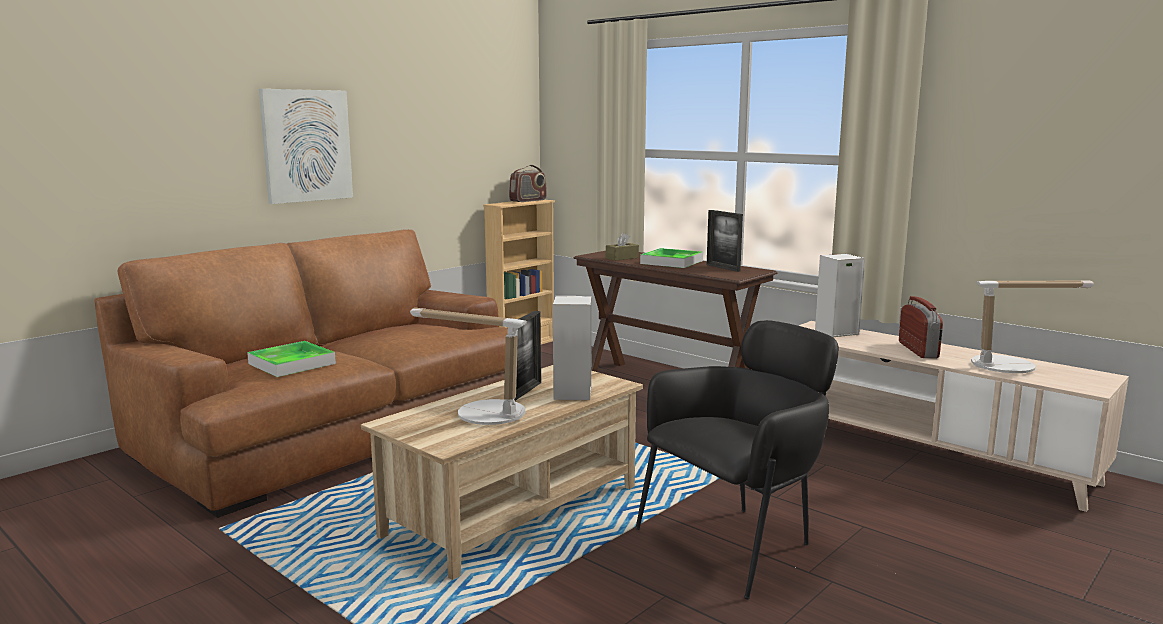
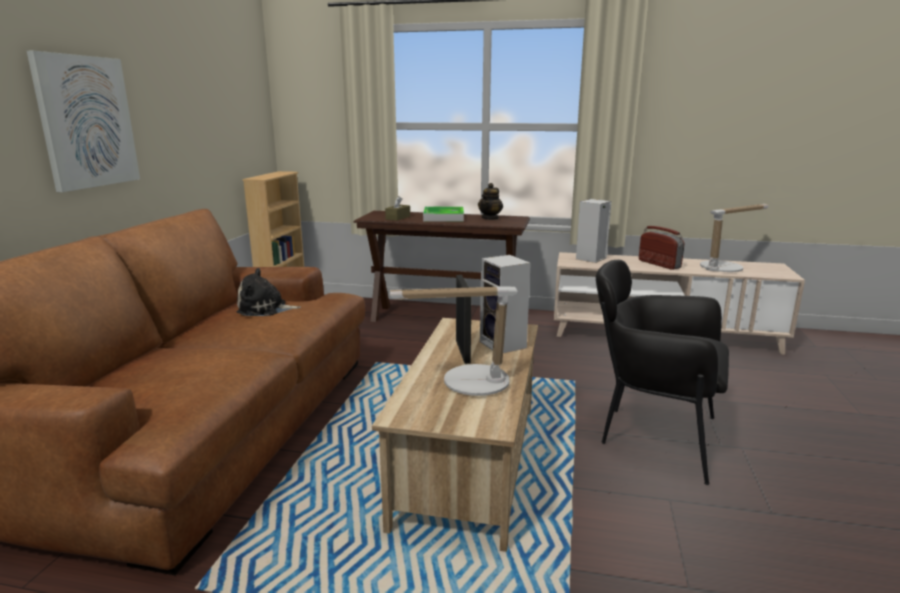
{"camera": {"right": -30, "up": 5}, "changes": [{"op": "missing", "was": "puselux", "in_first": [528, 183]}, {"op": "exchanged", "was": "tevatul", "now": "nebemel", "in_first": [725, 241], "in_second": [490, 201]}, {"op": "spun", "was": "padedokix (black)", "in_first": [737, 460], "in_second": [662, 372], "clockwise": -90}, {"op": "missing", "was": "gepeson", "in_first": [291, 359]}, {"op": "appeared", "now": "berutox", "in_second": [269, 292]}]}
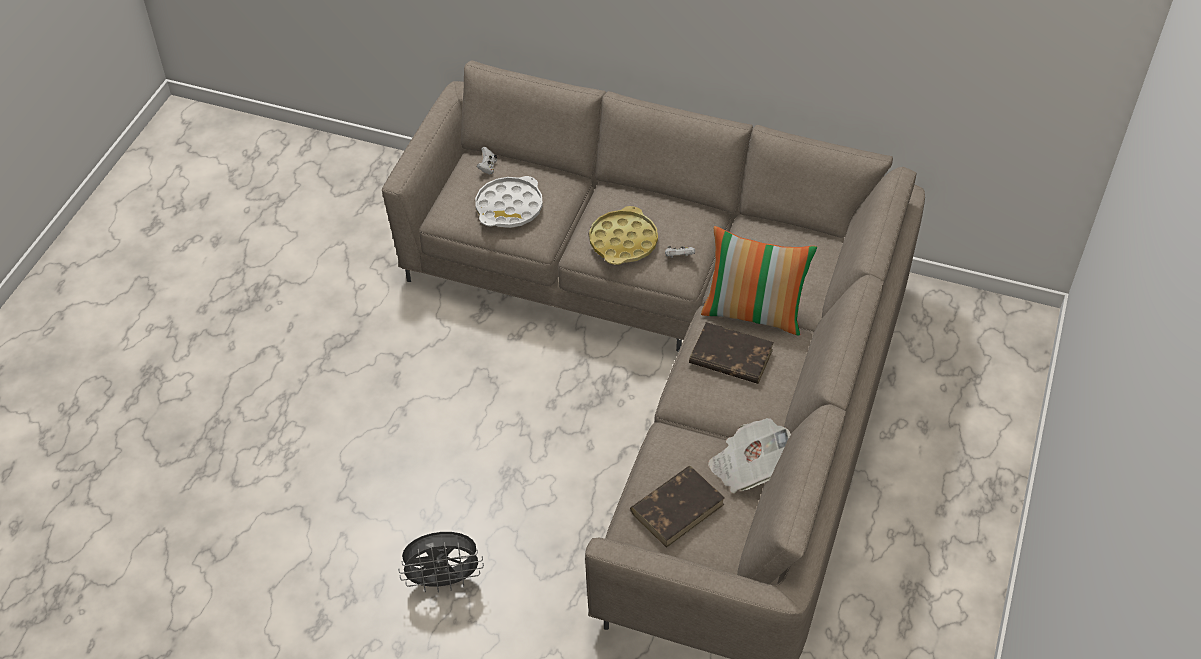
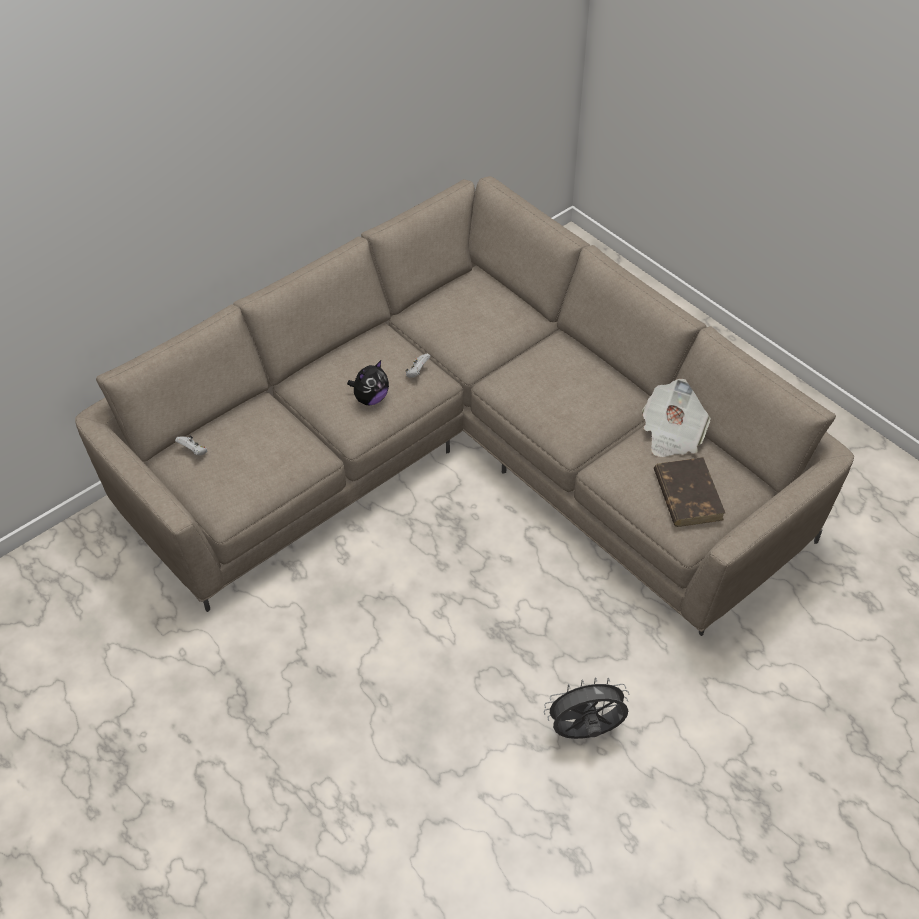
{"camera": {"right": -60, "up": 0}, "changes": [{"op": "missing", "was": "gepeson (white)", "in_first": [509, 202]}, {"op": "exchanged", "was": "gepeson (yellow)", "now": "berutox", "in_first": [623, 235], "in_second": [368, 382]}, {"op": "missing", "was": "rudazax", "in_first": [759, 281]}, {"op": "missing", "was": "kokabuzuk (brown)", "in_first": [731, 353]}, {"op": "spun", "was": "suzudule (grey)", "in_first": [441, 562], "in_second": [587, 708], "clockwise": -120}]}
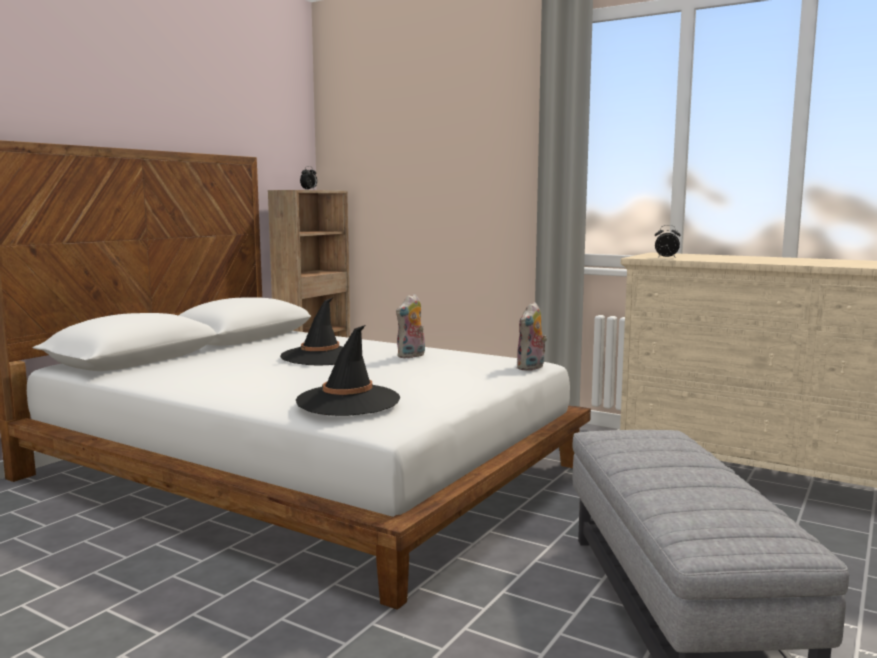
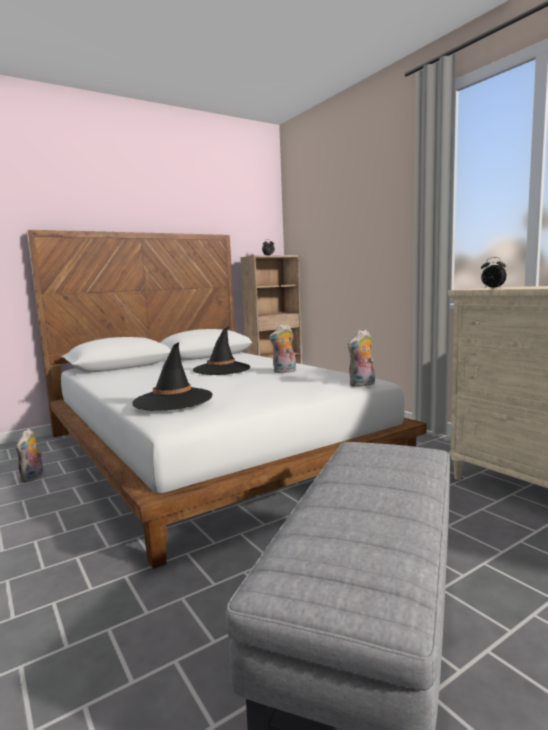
{"camera": {"right": 25, "up": 0}, "changes": [{"op": "appeared", "now": "berutox", "in_second": [29, 455]}]}
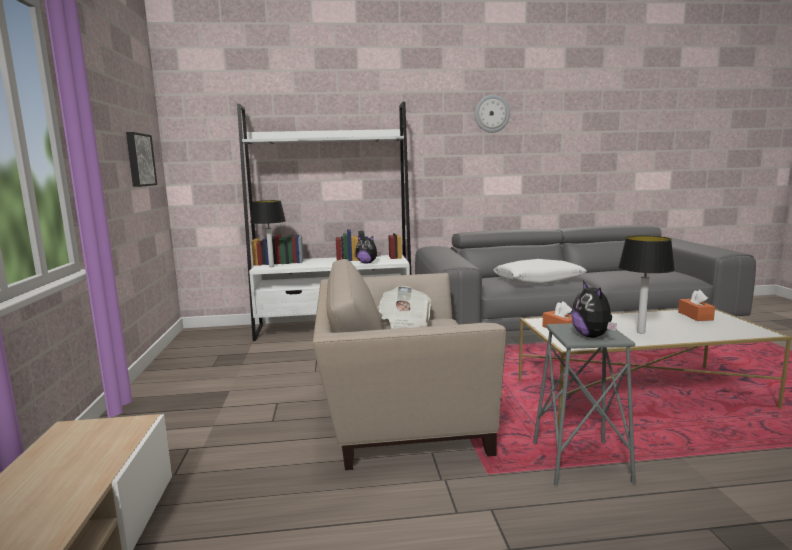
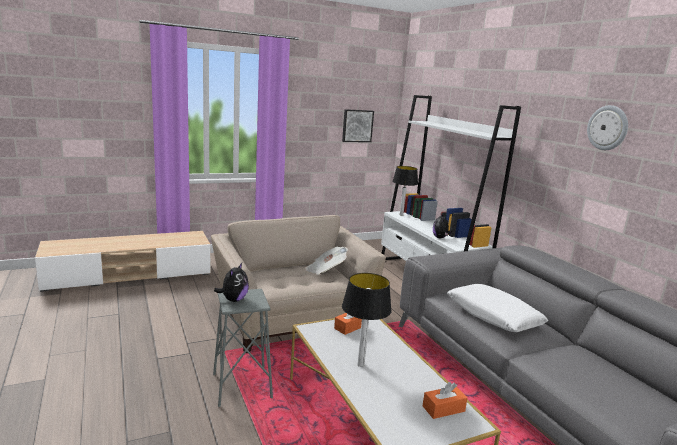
{"camera": {"right": 70, "up": 5}, "changes": [{"op": "spun", "was": "berutox", "in_first": [594, 309], "in_second": [231, 282], "clockwise": 135}]}
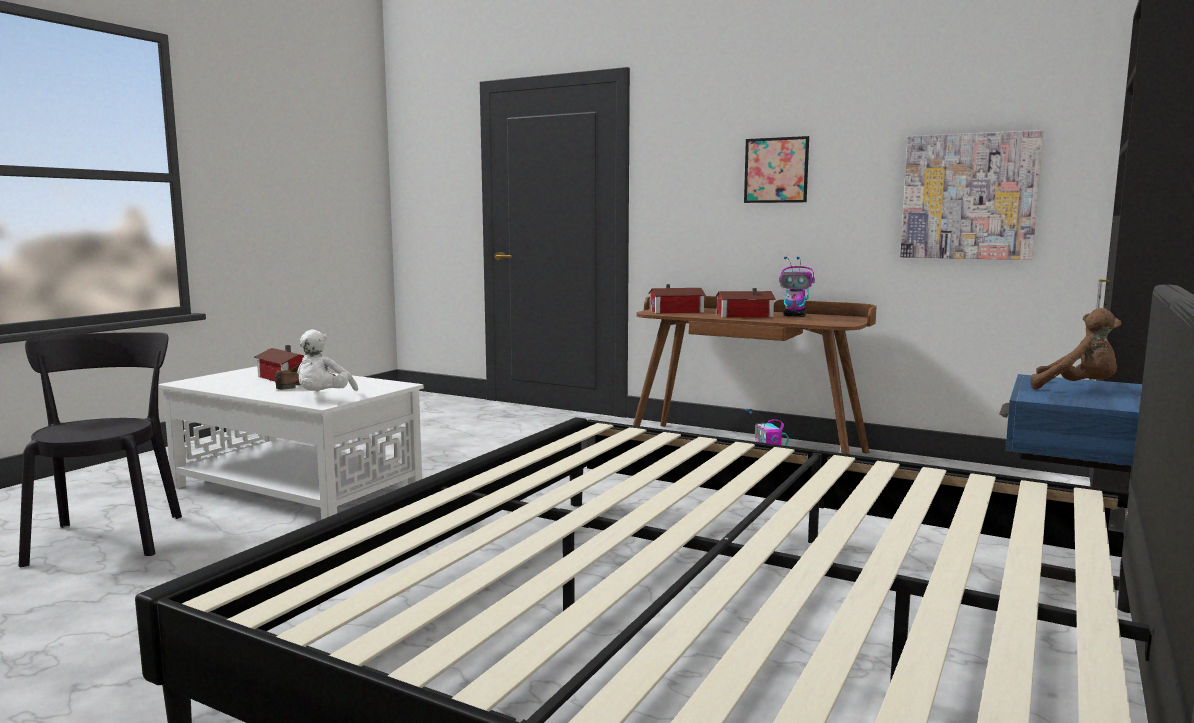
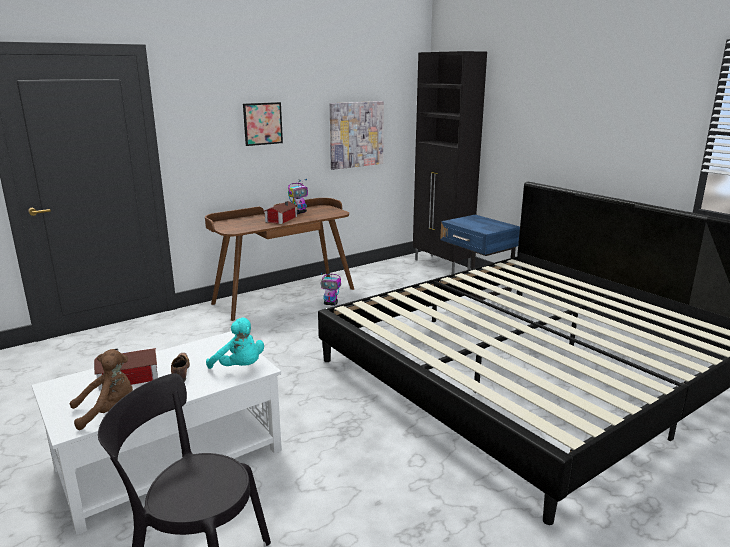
{"camera": {"right": -65, "up": 10}, "changes": [{"op": "missing", "was": "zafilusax", "in_first": [677, 299]}, {"op": "relocated", "was": "berutox (brown)", "in_first": [1076, 348], "in_second": [101, 389]}, {"op": "colour", "was": "berutox (white)", "now": "berutox (turquoise)", "in_first": [327, 361], "in_second": [235, 343]}]}
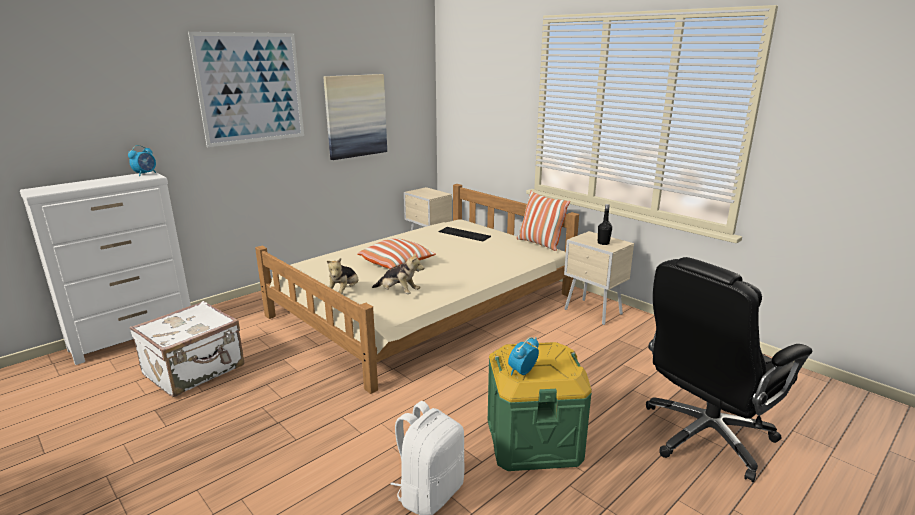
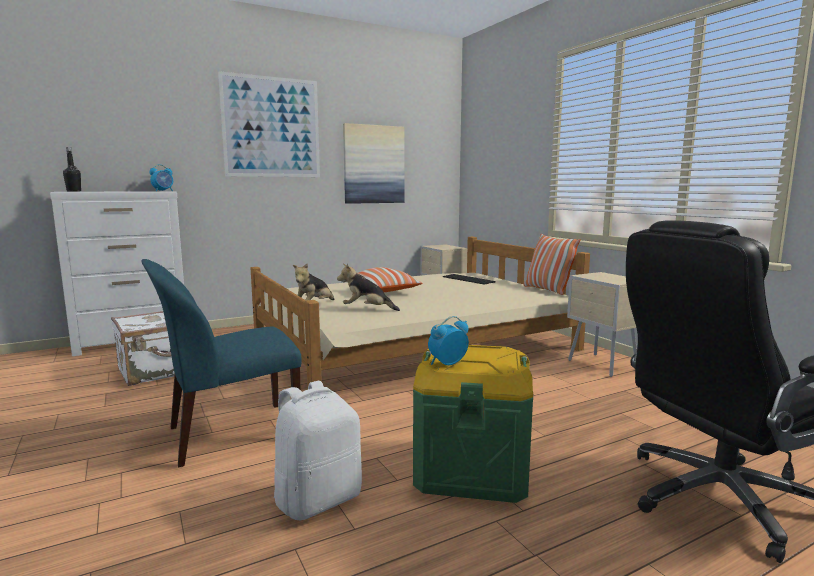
{"camera": {"right": 15, "up": -10}, "changes": [{"op": "relocated", "was": "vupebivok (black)", "in_first": [604, 224], "in_second": [72, 169]}, {"op": "spun", "was": "berutox", "in_first": [398, 273], "in_second": [368, 287], "clockwise": 150}, {"op": "appeared", "now": "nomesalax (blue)", "in_second": [221, 363]}]}
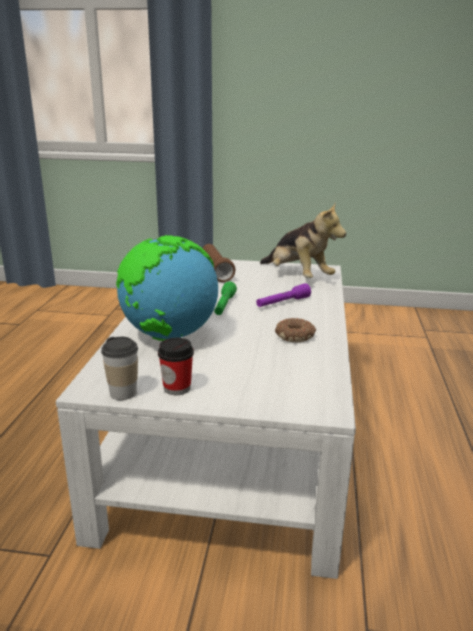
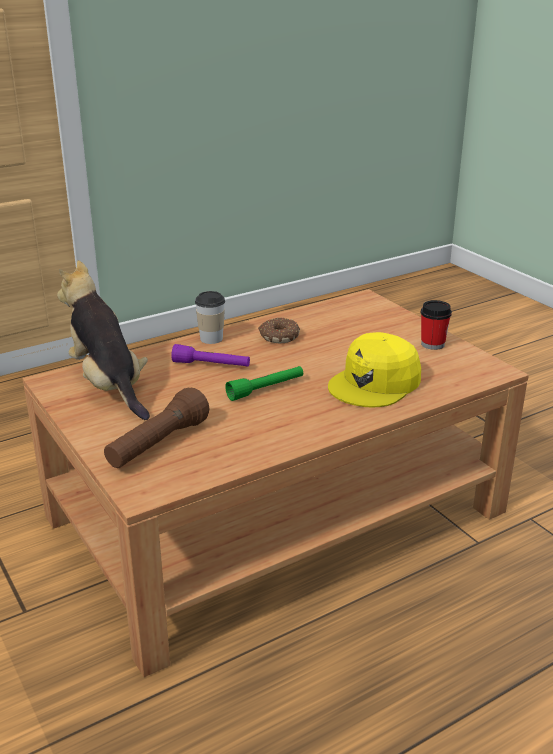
{"camera": {"right": -130, "up": 5}, "changes": [{"op": "spun", "was": "berutox", "in_first": [303, 240], "in_second": [103, 340], "clockwise": -45}, {"op": "exchanged", "was": "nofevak", "now": "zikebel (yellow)", "in_first": [167, 288], "in_second": [374, 370]}, {"op": "colour", "was": "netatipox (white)", "now": "netatipox (brown)", "in_first": [206, 419], "in_second": [275, 483]}, {"op": "relocated", "was": "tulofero", "in_first": [119, 368], "in_second": [210, 317]}]}
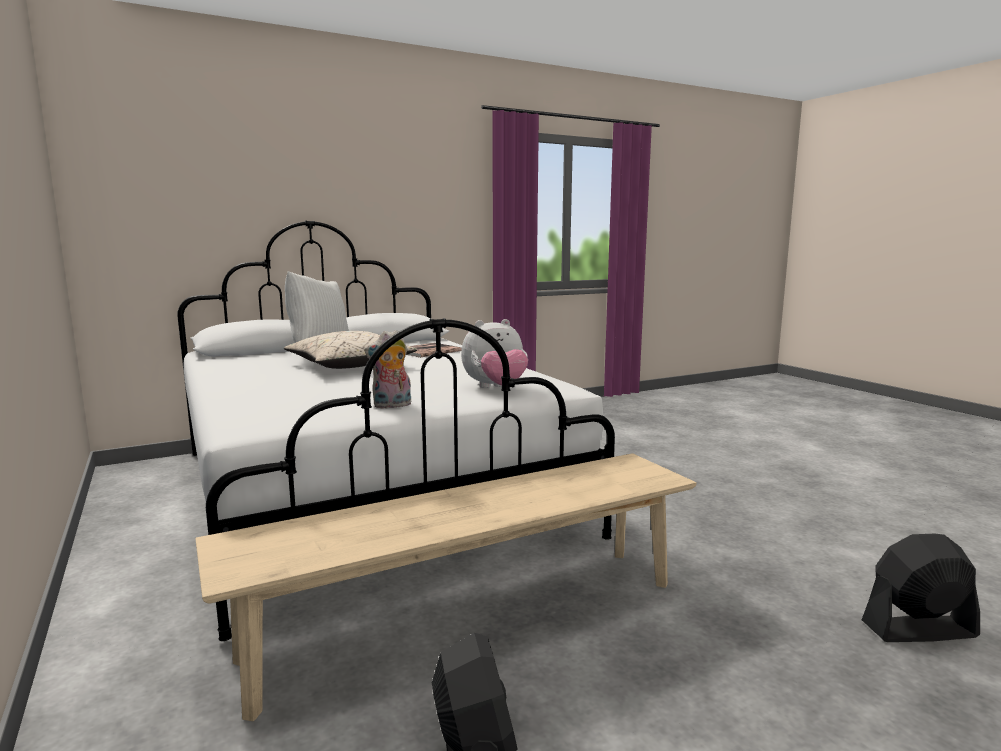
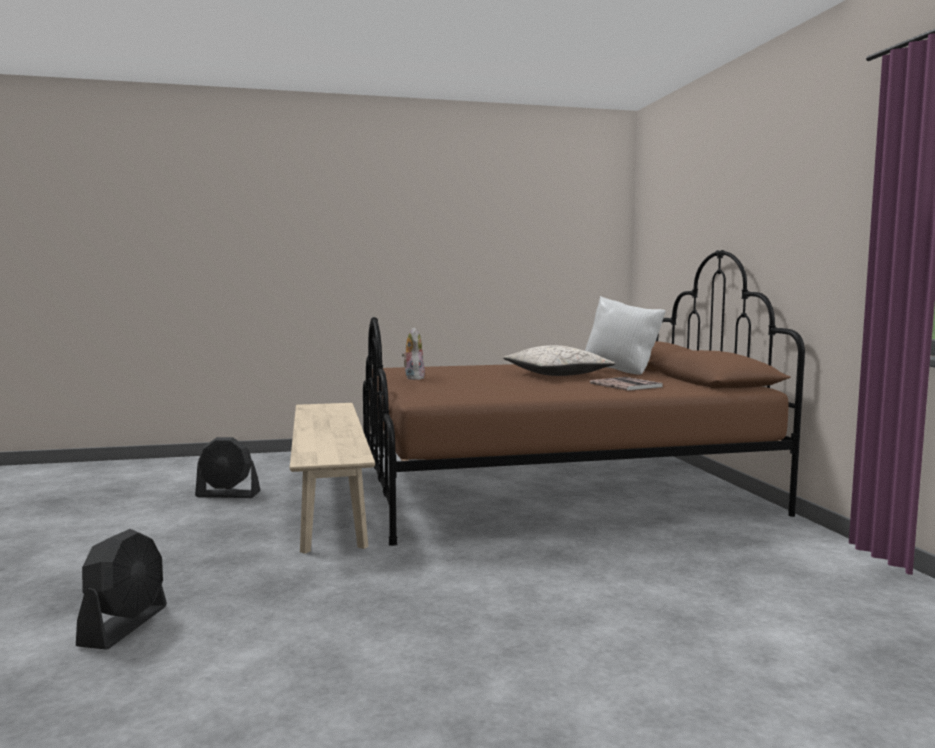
{"camera": {"right": 105, "up": -5}, "changes": [{"op": "colour", "was": "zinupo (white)", "now": "zinupo (brown)", "in_first": [396, 430], "in_second": [584, 398]}, {"op": "missing", "was": "berutox", "in_first": [494, 353]}]}
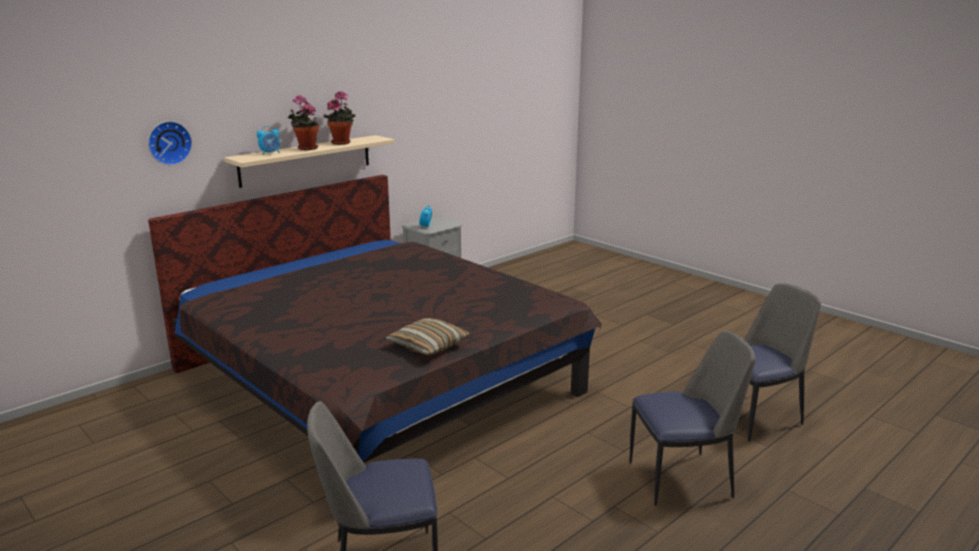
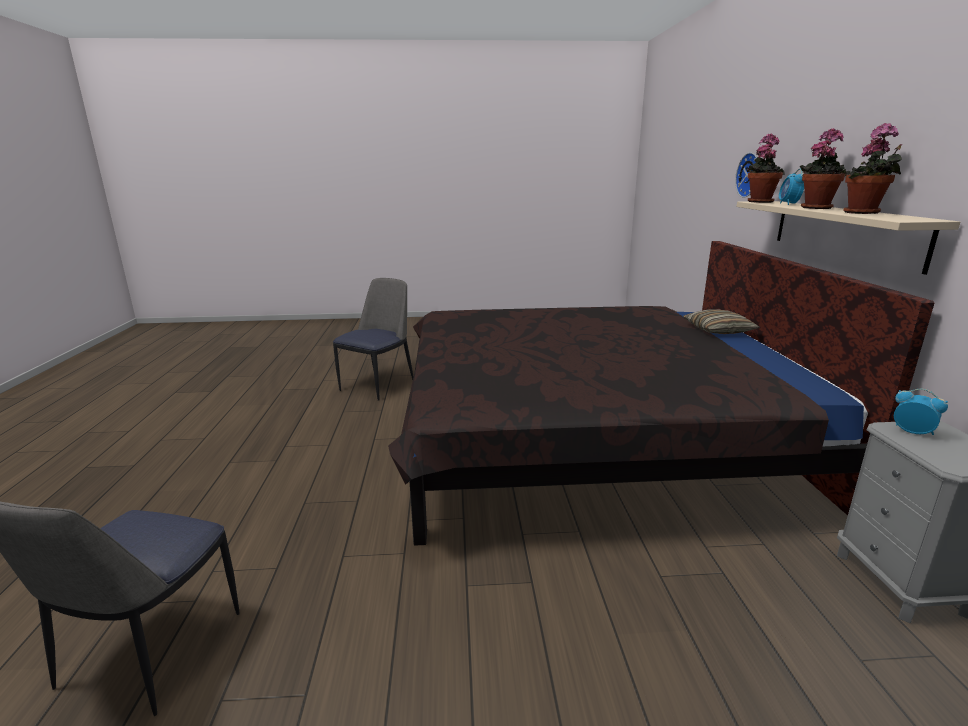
{"camera": {"right": 130, "up": 0}, "changes": [{"op": "relocated", "was": "rudazax", "in_first": [428, 337], "in_second": [721, 321]}, {"op": "missing", "was": "nomesalax", "in_first": [692, 418]}, {"op": "appeared", "now": "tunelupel", "in_second": [766, 168]}]}
